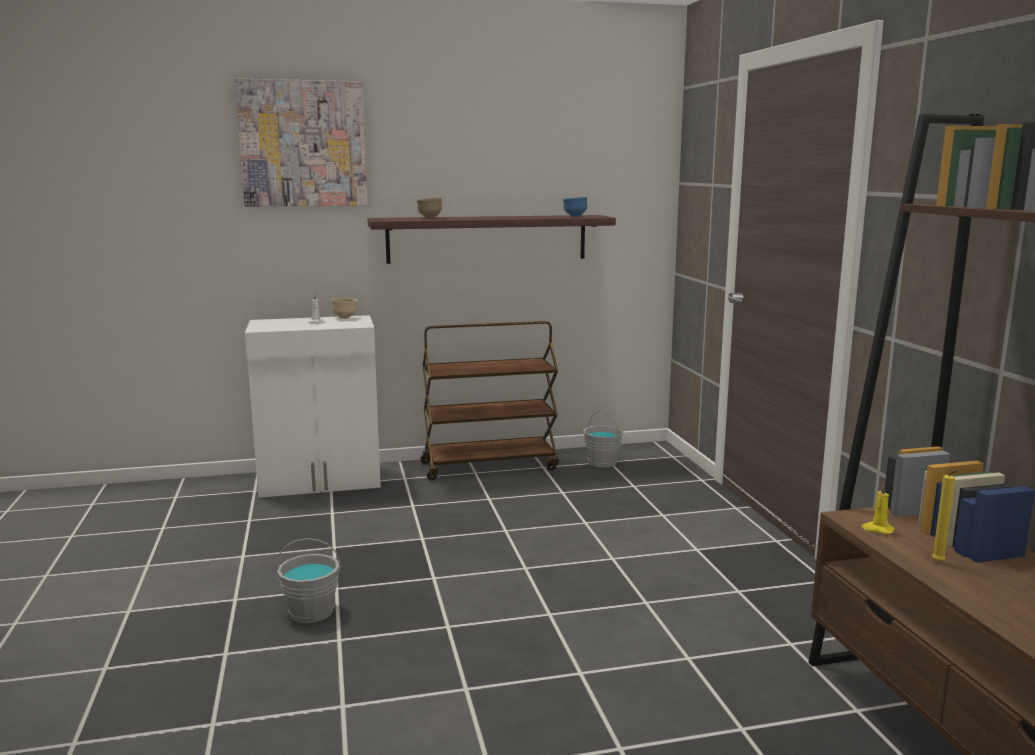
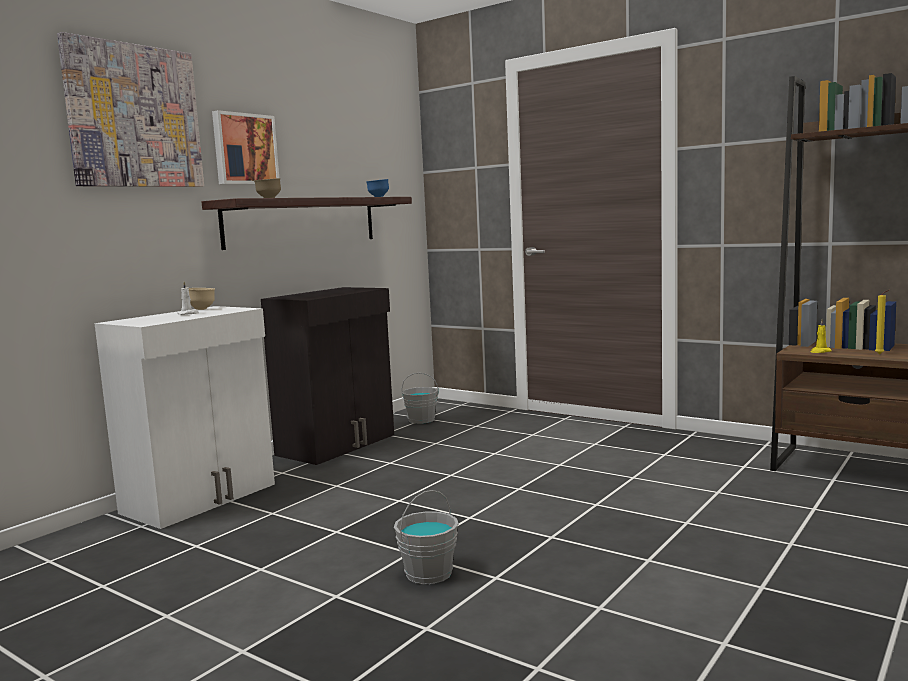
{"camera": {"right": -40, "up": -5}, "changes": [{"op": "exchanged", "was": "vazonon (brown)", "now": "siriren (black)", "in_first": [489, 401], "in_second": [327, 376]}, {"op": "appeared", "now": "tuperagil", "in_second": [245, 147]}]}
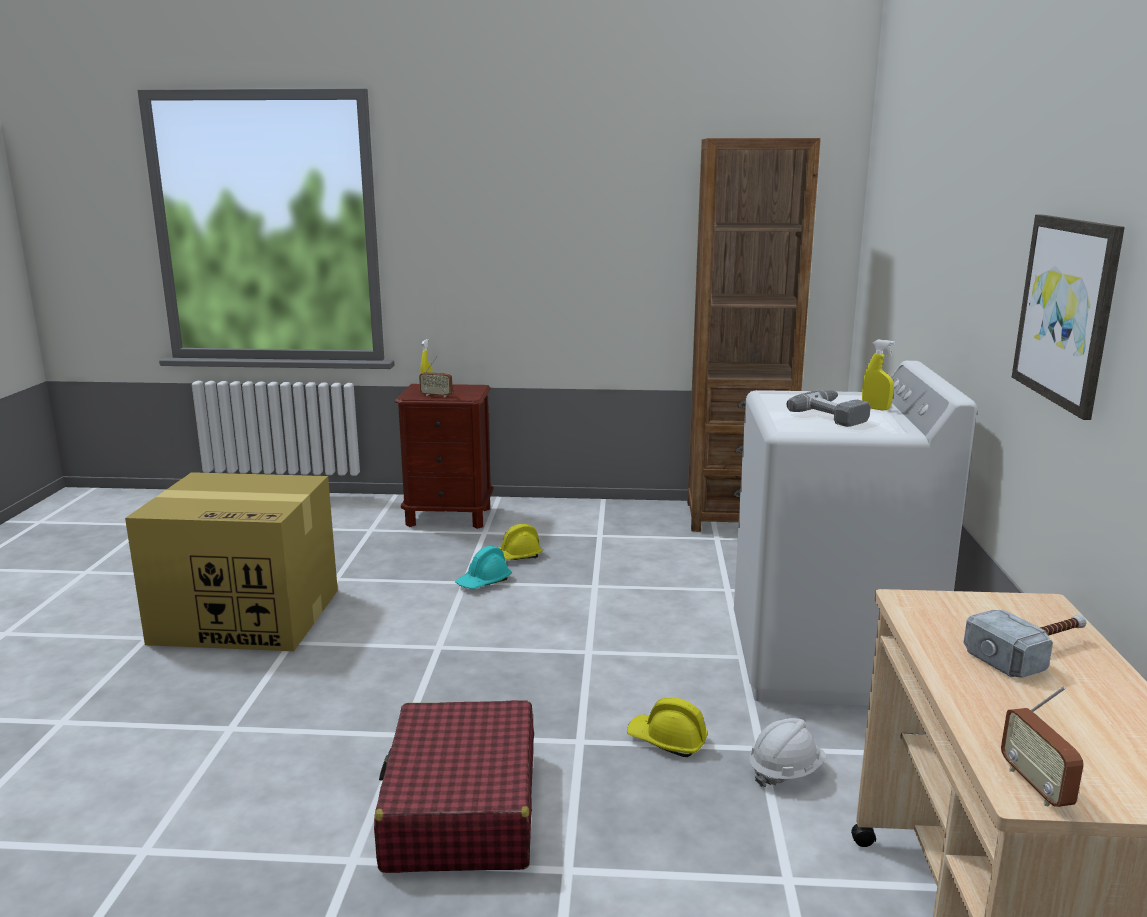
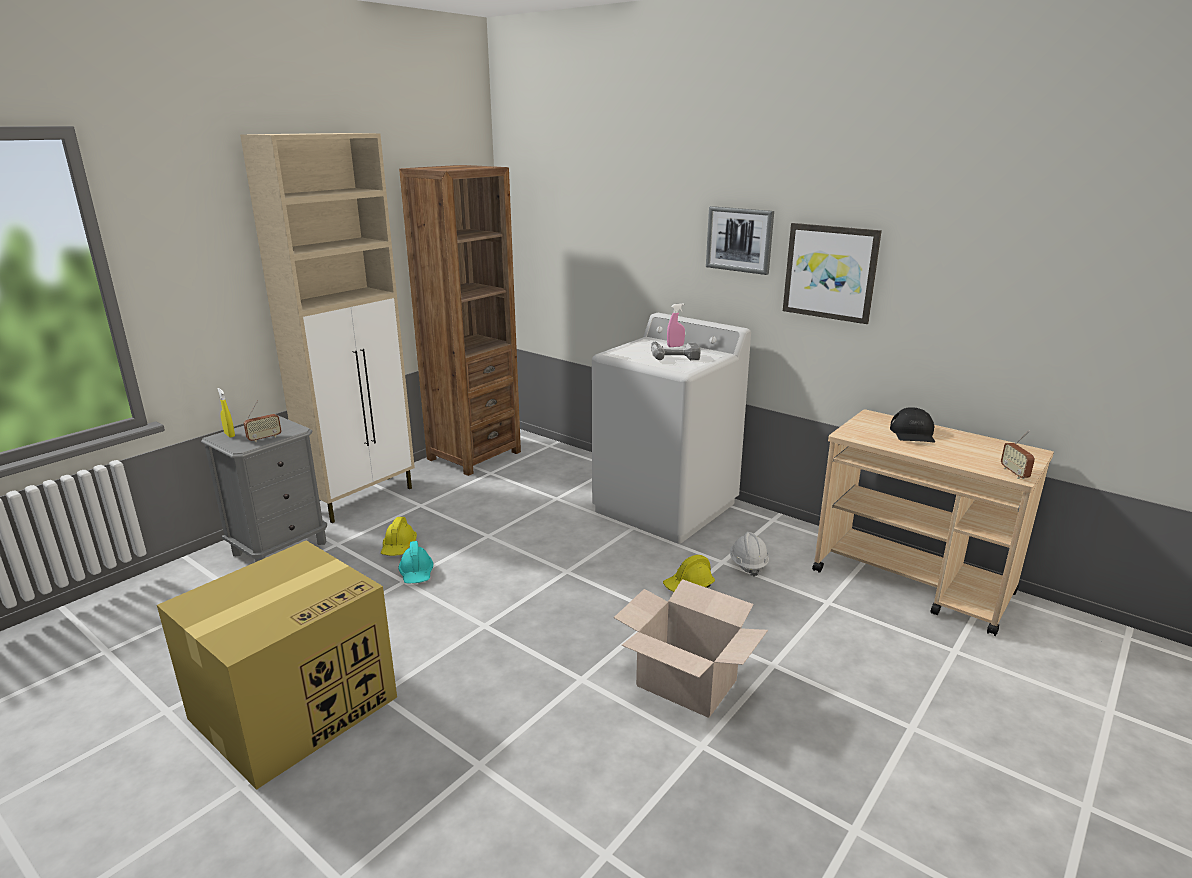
{"camera": {"right": -55, "up": 5}, "changes": [{"op": "colour", "was": "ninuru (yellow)", "now": "ninuru (pink)", "in_first": [878, 375], "in_second": [676, 325]}, {"op": "colour", "was": "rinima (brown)", "now": "rinima (grey)", "in_first": [444, 456], "in_second": [264, 488]}, {"op": "exchanged", "was": "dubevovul", "now": "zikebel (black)", "in_first": [1024, 643], "in_second": [912, 425]}, {"op": "spun", "was": "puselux", "in_first": [1042, 746], "in_second": [1018, 454], "clockwise": 60}, {"op": "exchanged", "was": "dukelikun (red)", "now": "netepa", "in_first": [454, 786], "in_second": [691, 648]}, {"op": "appeared", "now": "siriren (beige)", "in_second": [327, 328]}, {"op": "appeared", "now": "tuperagil", "in_second": [740, 240]}]}
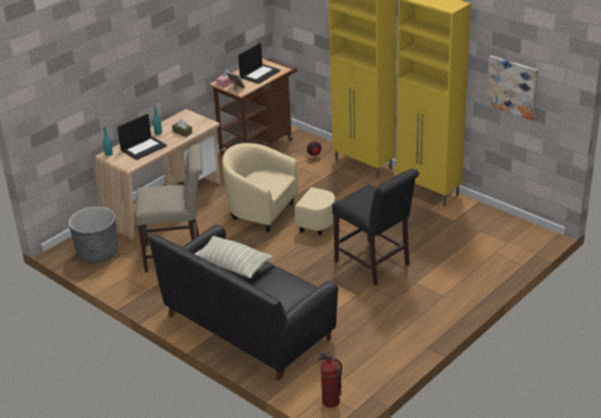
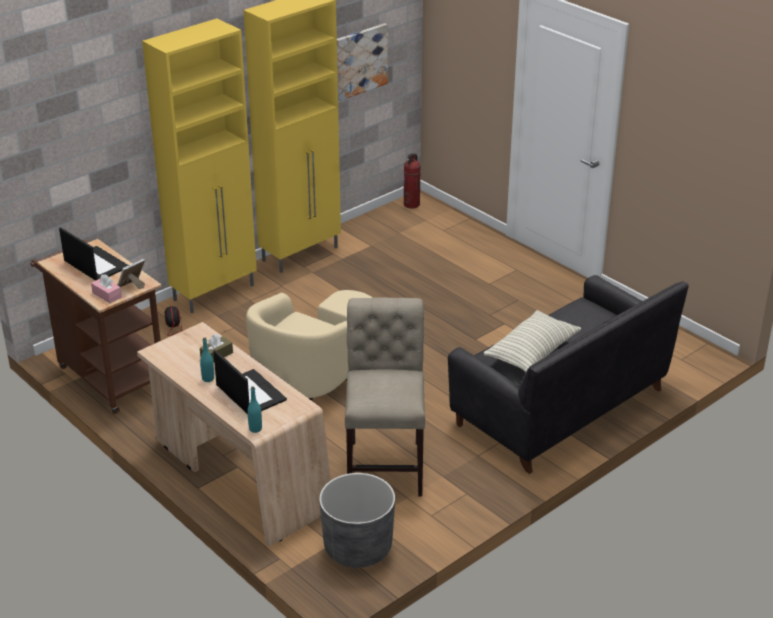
{"camera": {"right": -85, "up": 0}, "changes": [{"op": "missing", "was": "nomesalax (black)", "in_first": [375, 227]}, {"op": "relocated", "was": "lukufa", "in_first": [330, 380], "in_second": [412, 181]}]}
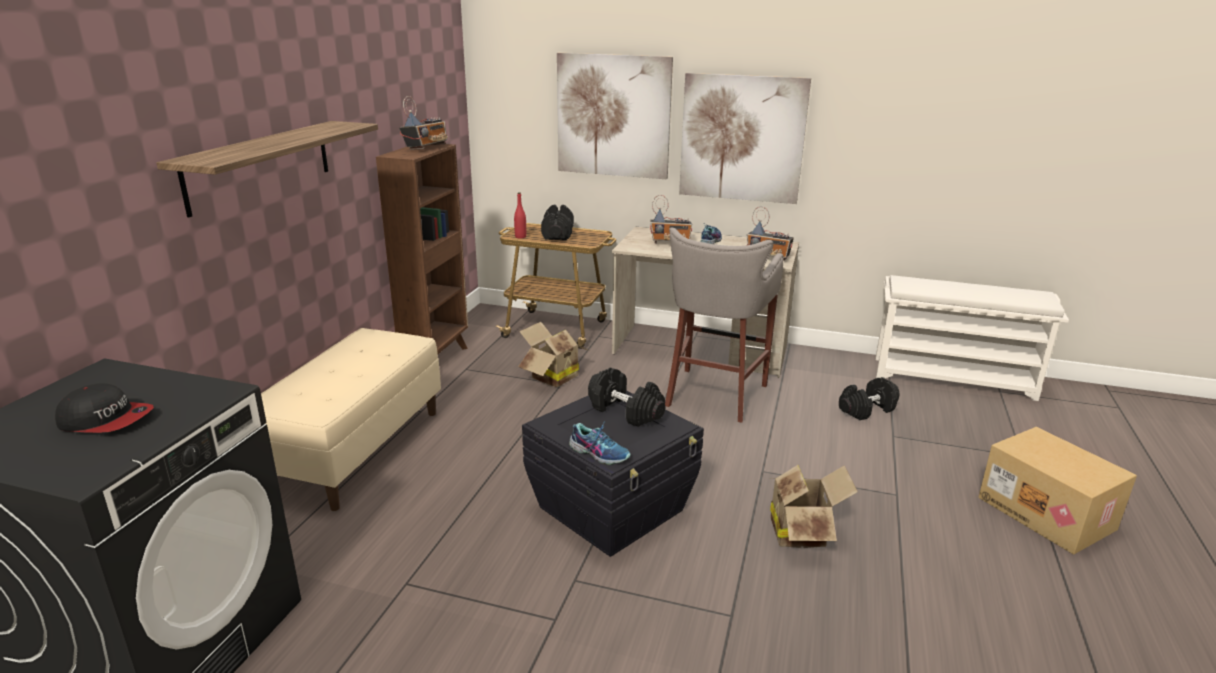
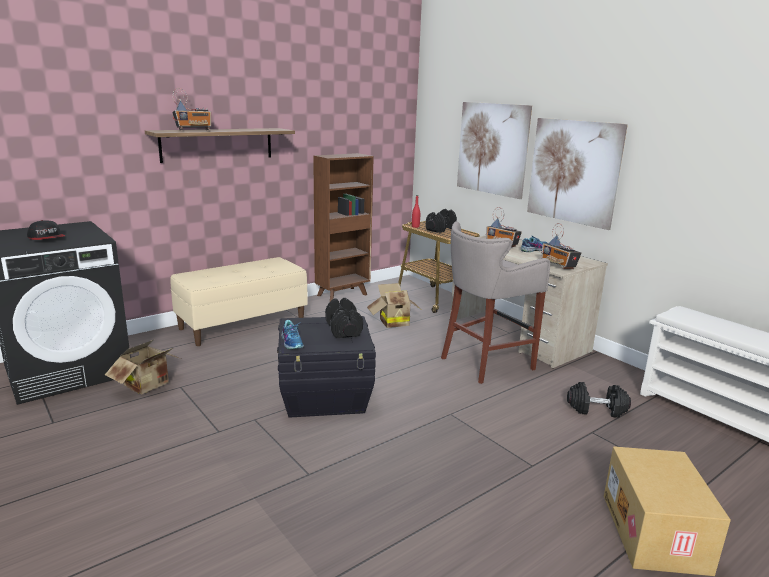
{"camera": {"right": 35, "up": -5}, "changes": [{"op": "relocated", "was": "puselux", "in_first": [423, 123], "in_second": [191, 109]}, {"op": "relocated", "was": "netepa", "in_first": [813, 506], "in_second": [143, 366]}]}
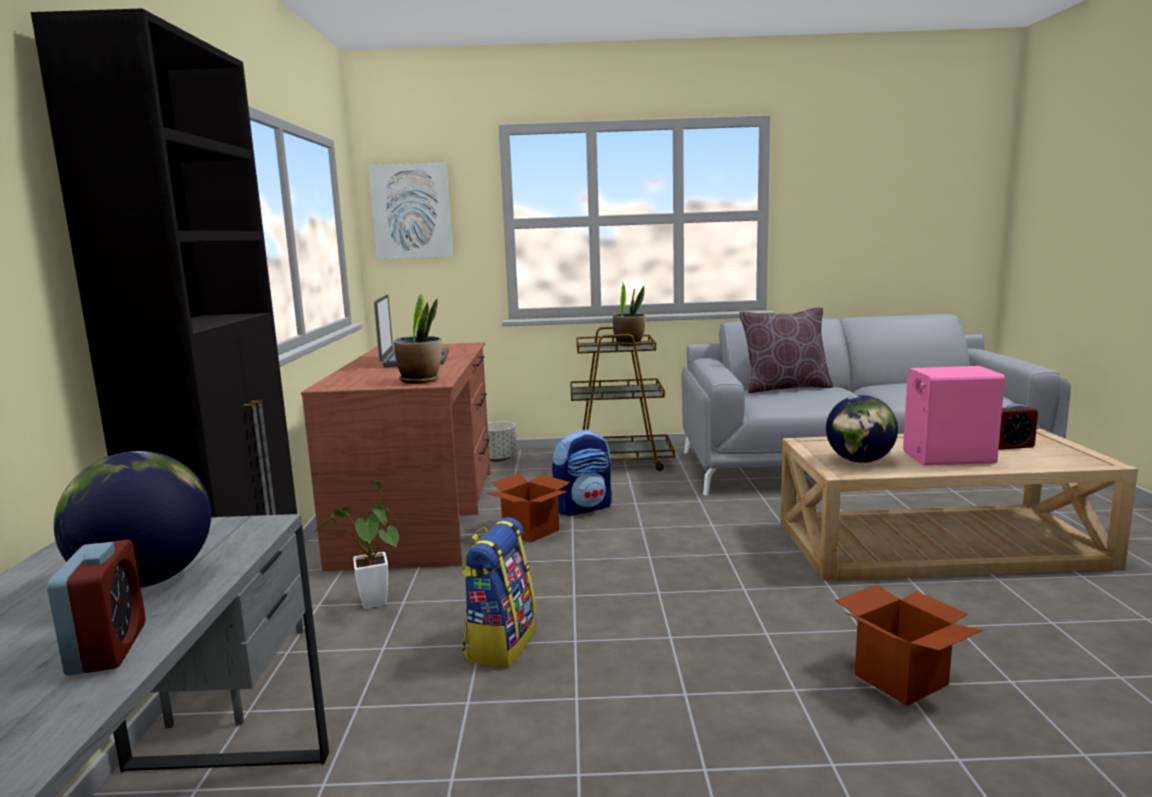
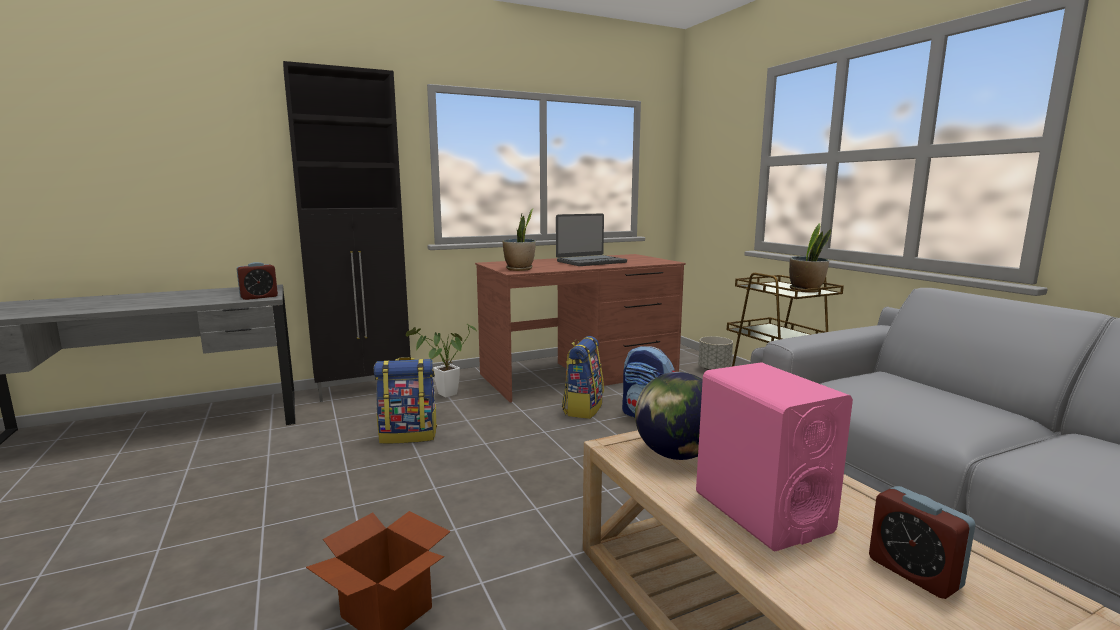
{"camera": {"right": 65, "up": 0}, "changes": [{"op": "missing", "was": "tuperagil", "in_first": [410, 211]}, {"op": "missing", "was": "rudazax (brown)", "in_first": [786, 350]}, {"op": "missing", "was": "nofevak", "in_first": [132, 519]}, {"op": "exchanged", "was": "netepa", "now": "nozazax", "in_first": [529, 508], "in_second": [583, 377]}, {"op": "relocated", "was": "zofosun", "in_first": [96, 608], "in_second": [257, 281]}]}
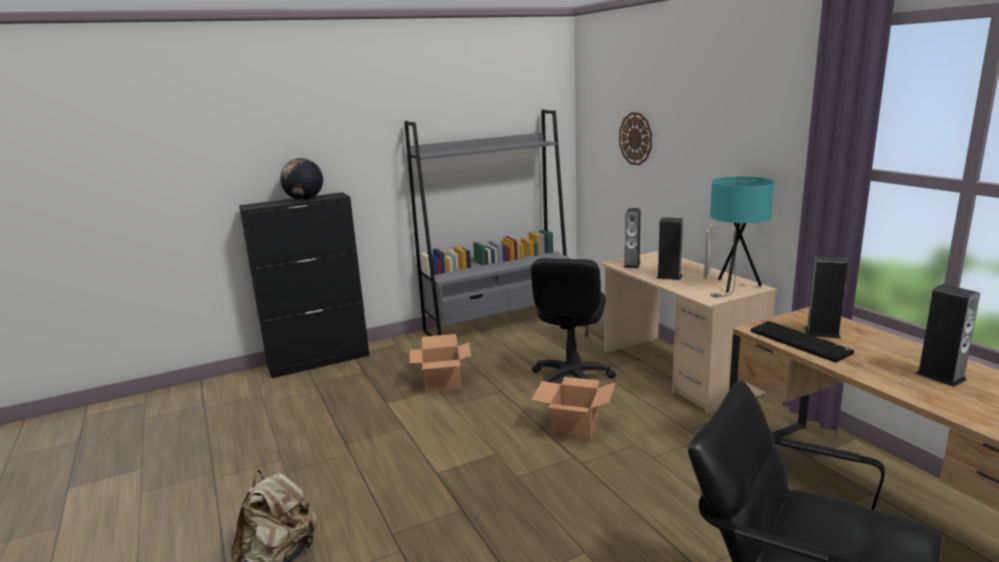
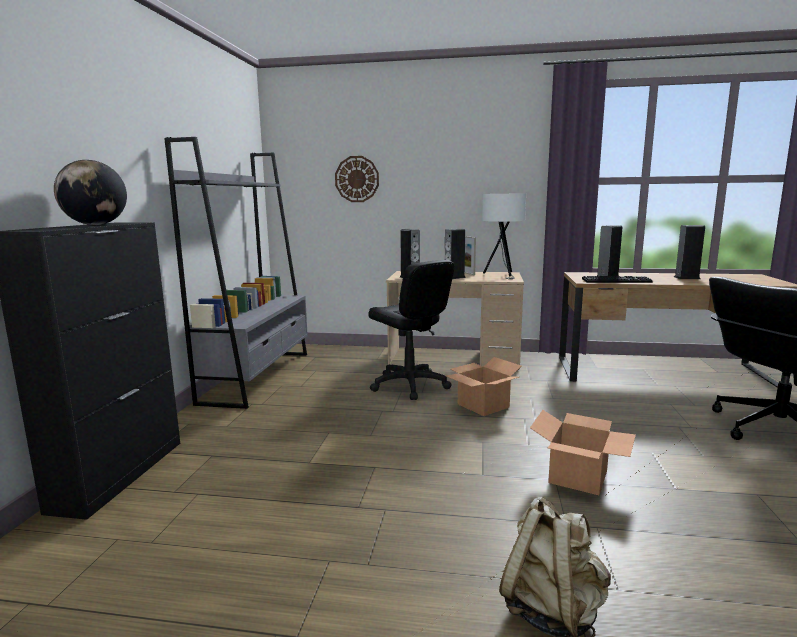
{"camera": {"right": -55, "up": -5}, "changes": [{"op": "colour", "was": "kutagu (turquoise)", "now": "kutagu (white)", "in_first": [742, 237], "in_second": [504, 236]}, {"op": "relocated", "was": "netepa", "in_first": [440, 363], "in_second": [583, 452]}]}
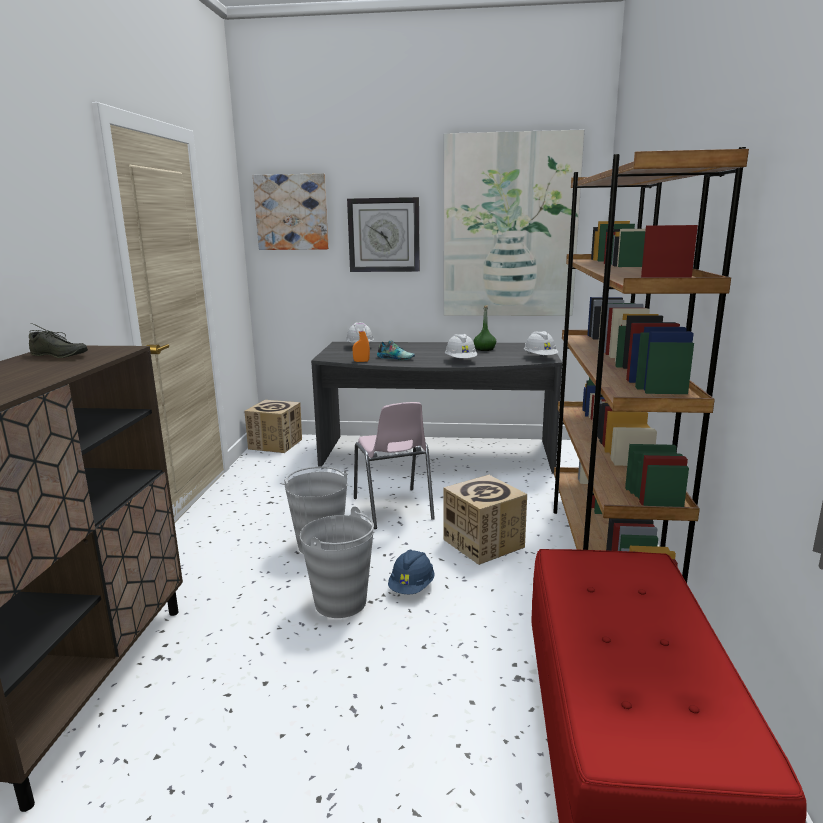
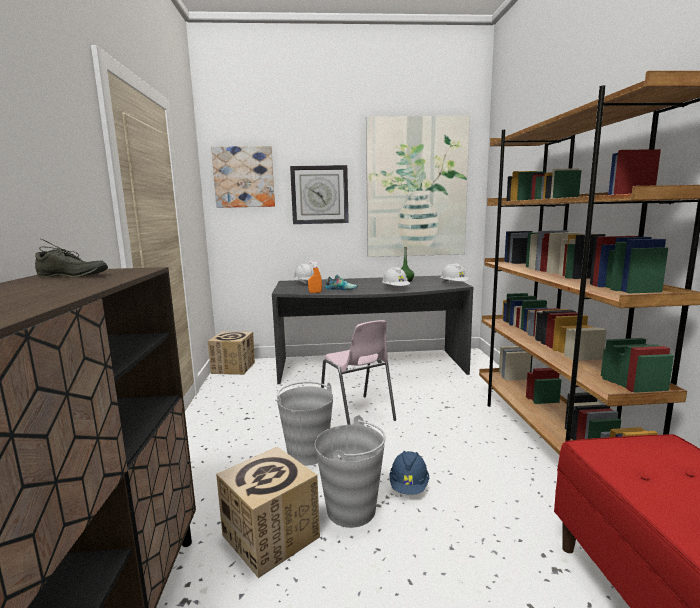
{"camera": {"right": -10, "up": -5}, "changes": [{"op": "relocated", "was": "netepa", "in_first": [485, 520], "in_second": [268, 512]}]}
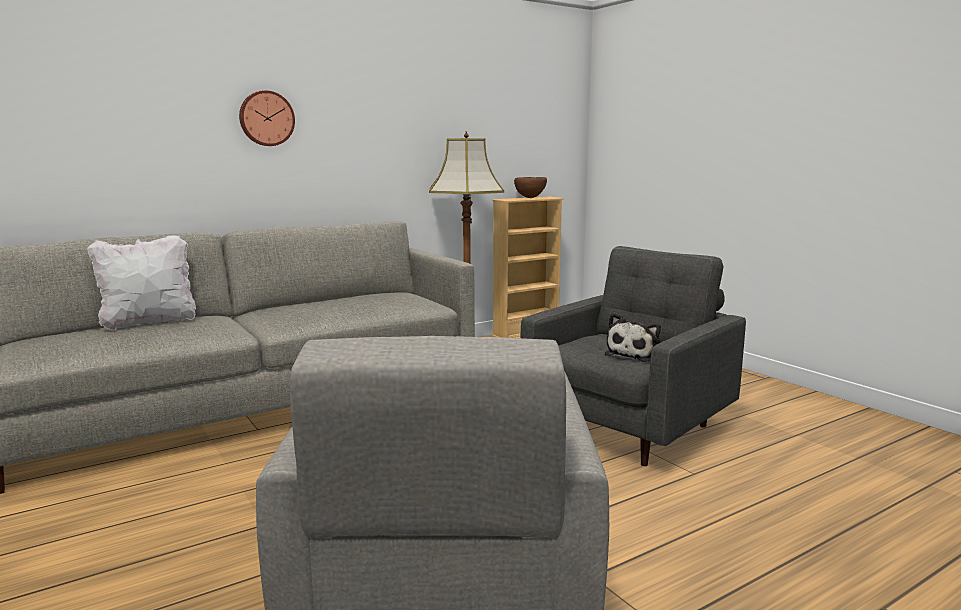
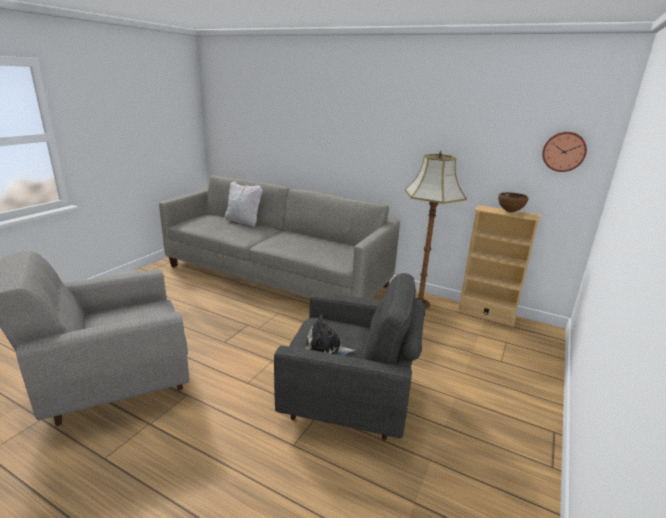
{"camera": {"right": 60, "up": 10}, "changes": [{"op": "relocated", "was": "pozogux", "in_first": [267, 118], "in_second": [564, 152]}]}
